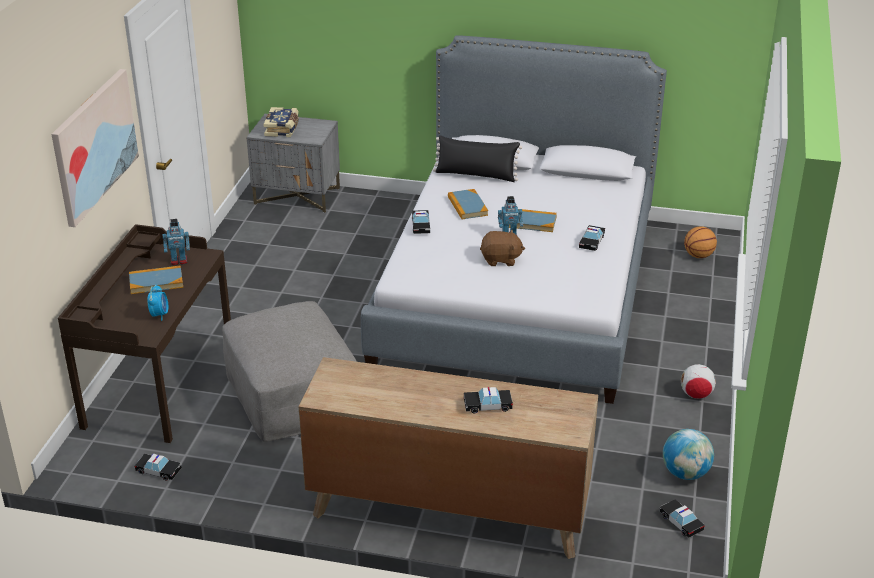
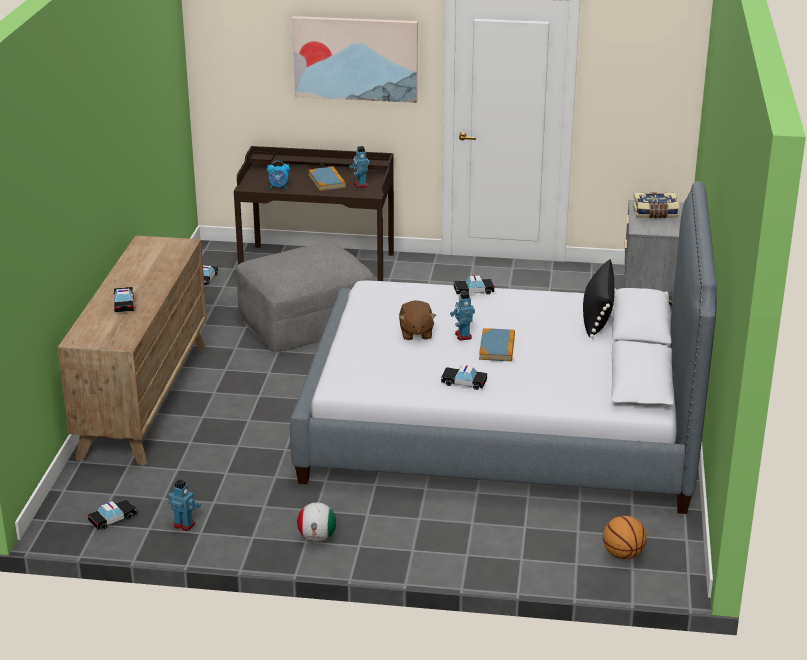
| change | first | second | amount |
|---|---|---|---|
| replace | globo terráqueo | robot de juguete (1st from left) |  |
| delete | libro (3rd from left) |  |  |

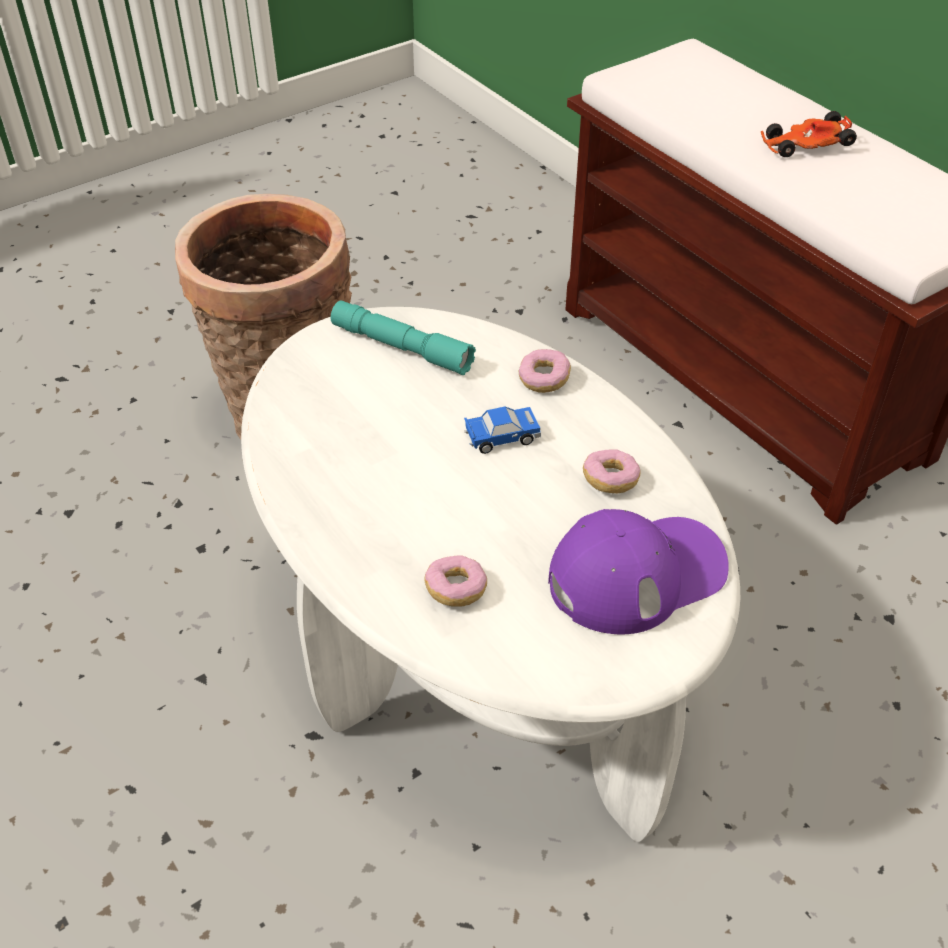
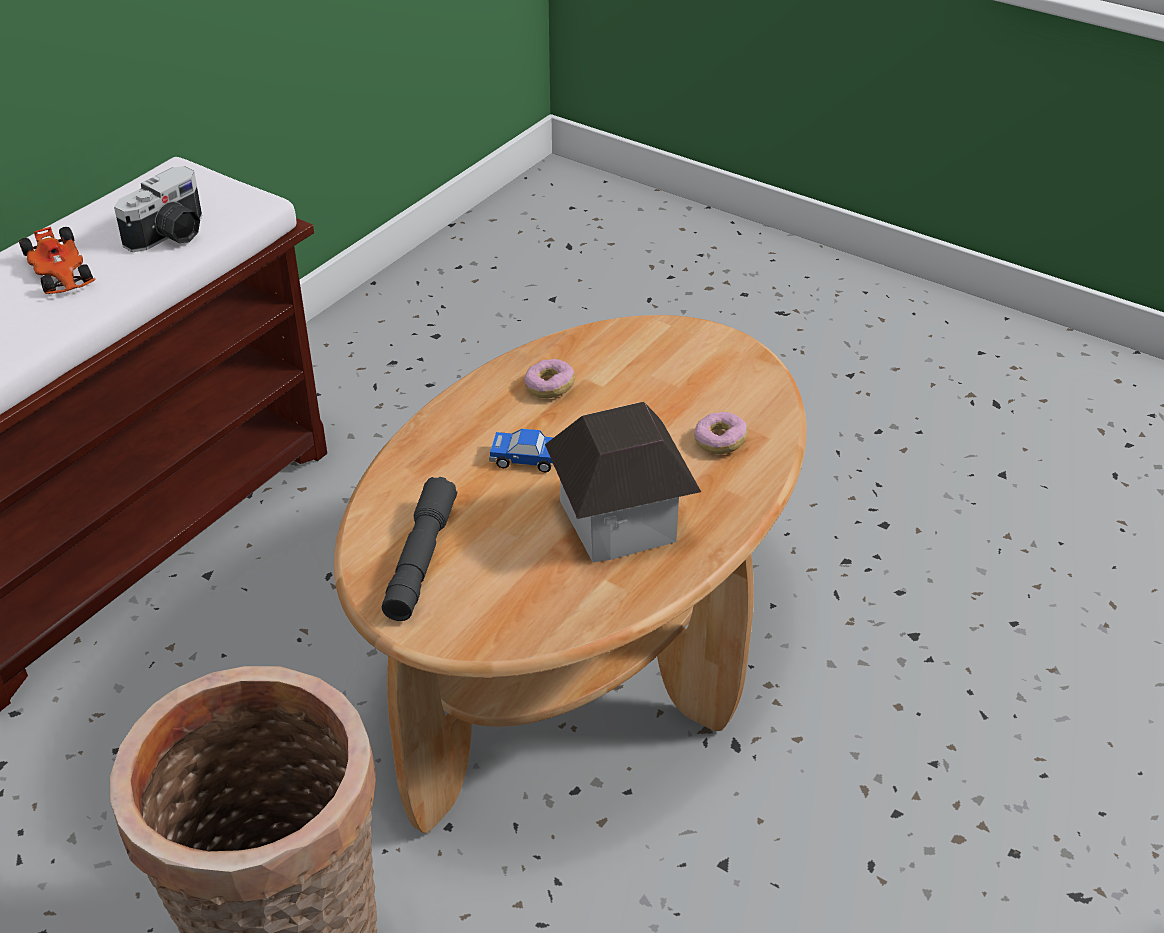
| change | first | second | amount |
|---|---|---|---|
| insert |  | cámara |  |
| recolor | mesa de centro (blanco) | mesa de centro (marrón) |  |
| recolor | linterna (turquesa) | linterna (gris) |  |
| rotate | coche de juguete (1st from left in the first image) | coche de juguete (2nd from left) | 45 degrees counterclockwise |
| insert |  | casita |  |
| delete | rosquilla (2nd from left) |  |  |
| delete | gorra (morado) |  |  |

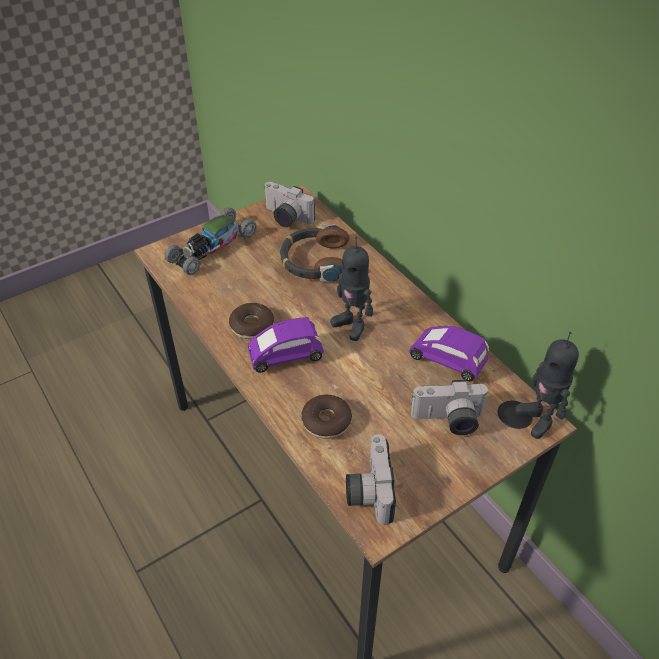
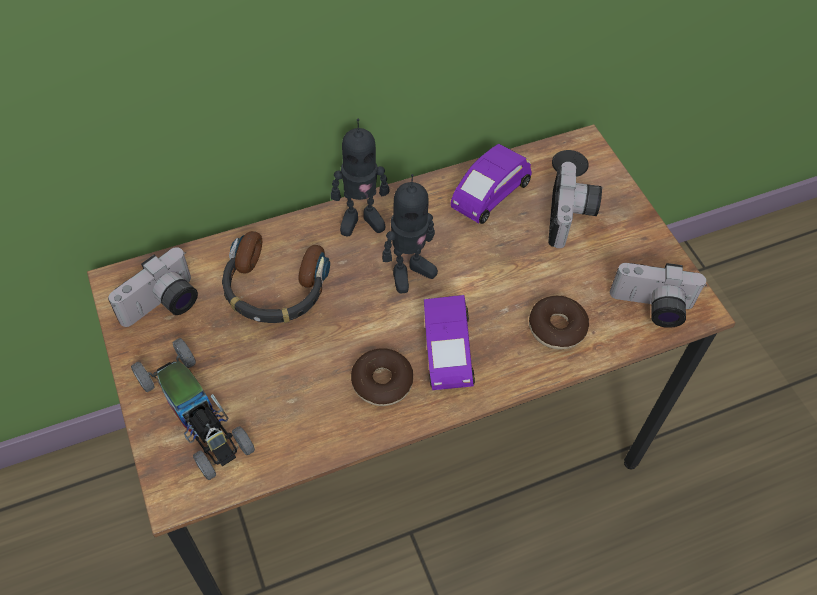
| change | first | second | amount |
|---|---|---|---|
| move | robot de juguete (2nd from left in the first image) | robot de juguete (1st from left) |  |

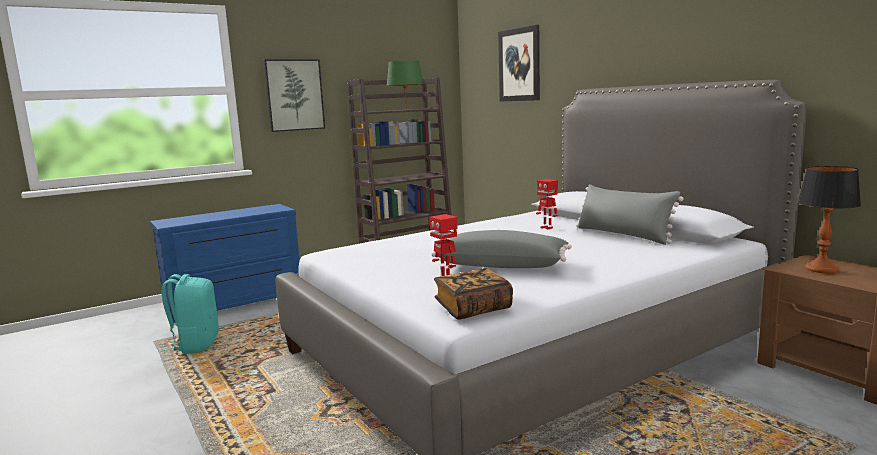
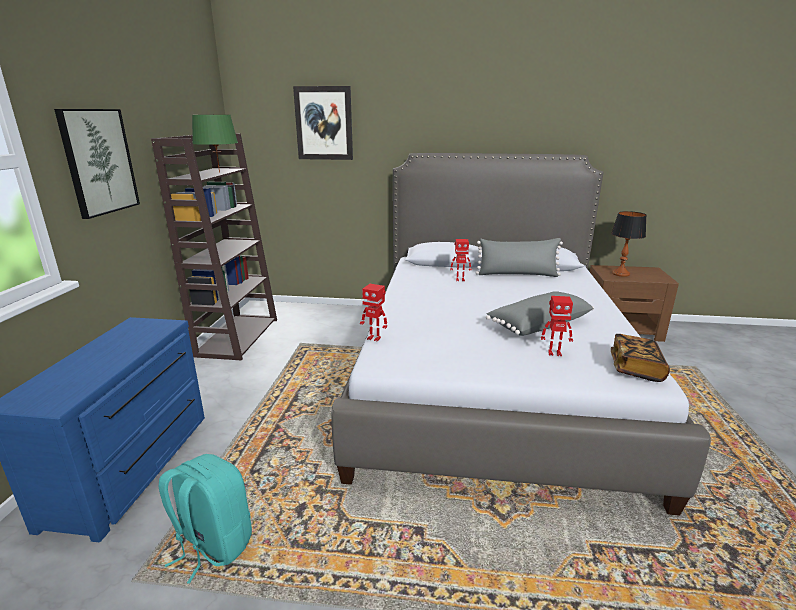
| change | first | second | amount |
|---|---|---|---|
| insert |  | robot de juguete (1st from left) |  |

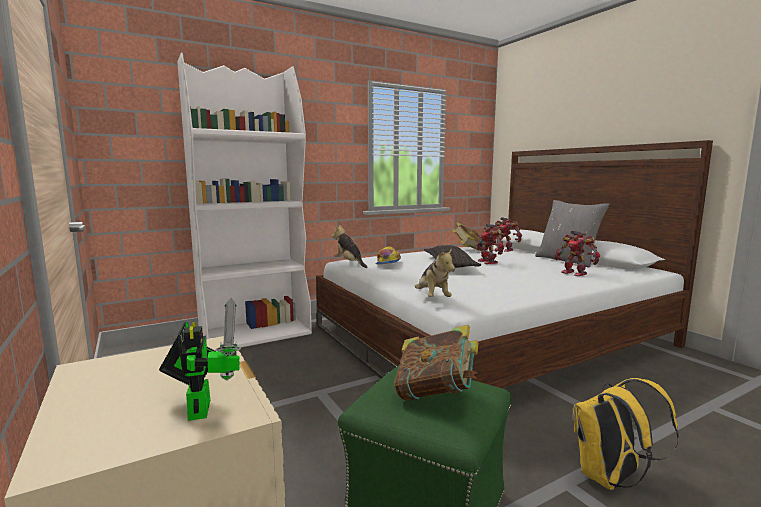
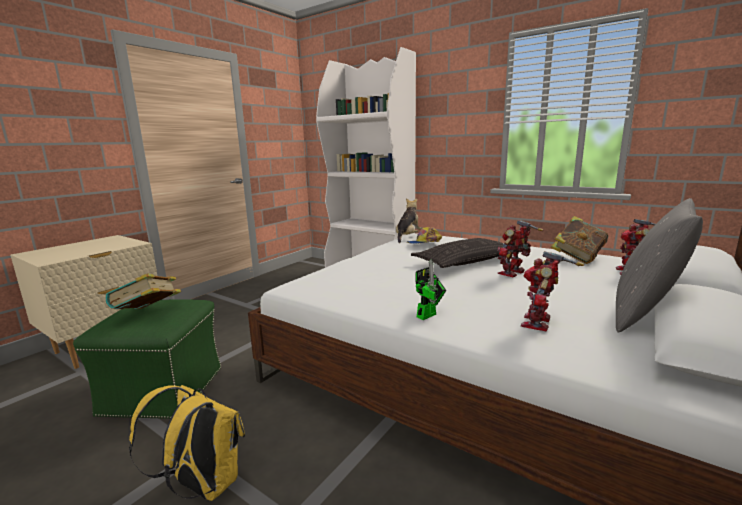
| change | first | second | amount |
|---|---|---|---|
| move | robot de juguete (1st from left) |  |  |
| delete | peluche (2nd from left) |  |  |

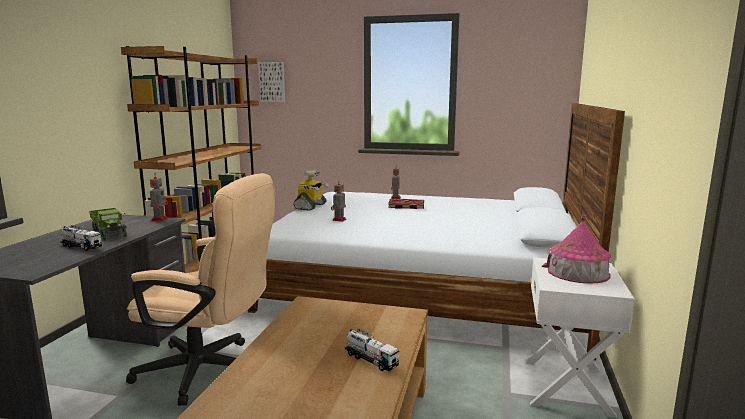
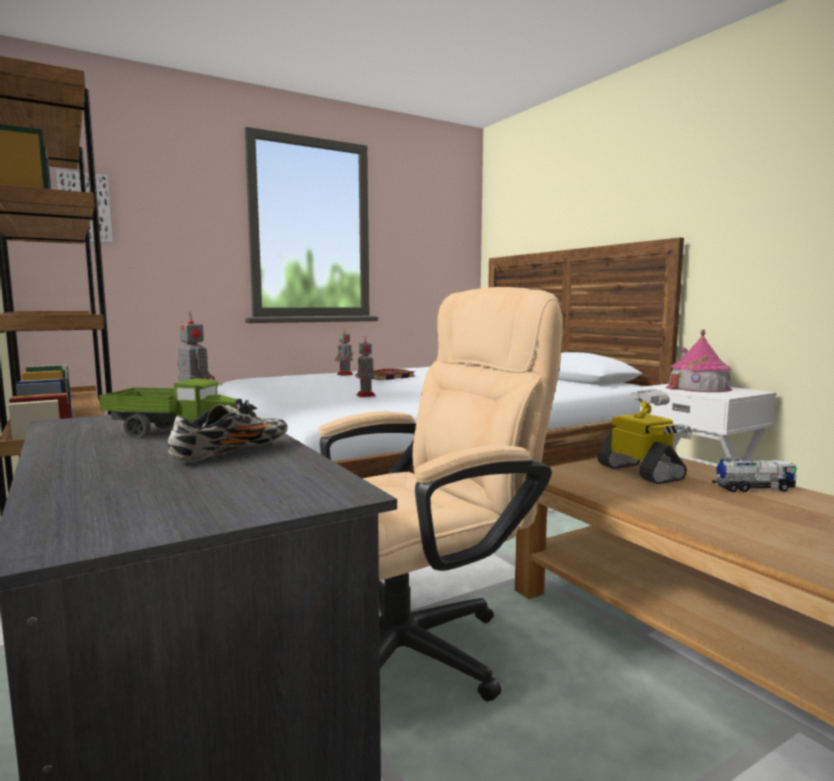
| change | first | second | amount |
|---|---|---|---|
| replace | camión de juguete (1st from left) | zapato |  |
| move | robot de juguete (2nd from left in the first image) | robot de juguete (4th from left) |  |

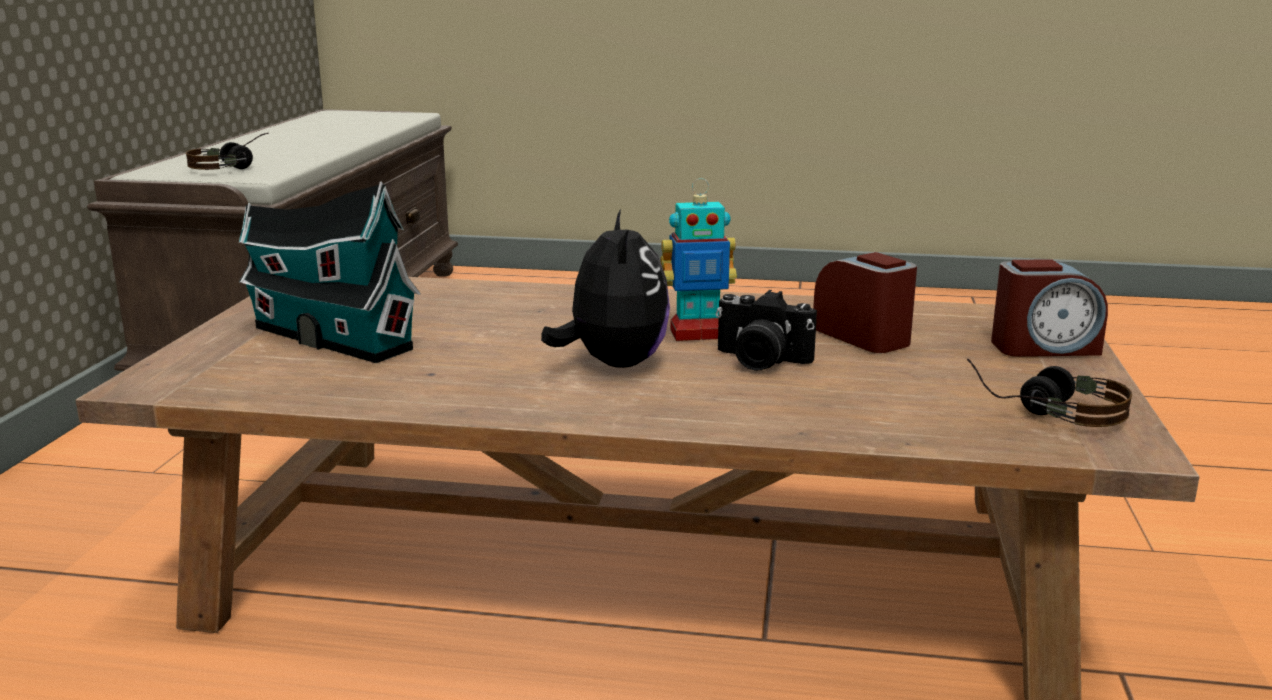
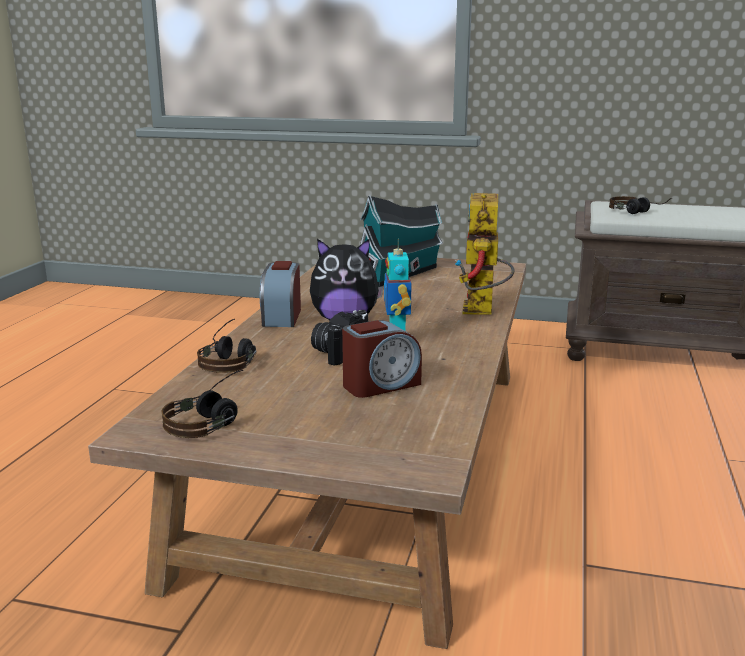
| change | first | second | amount |
|---|---|---|---|
| insert |  | auriculares (2nd from left) |  |
| move | despertador (2nd from left in the first image) | despertador (1st from left) |  |
| insert |  | robot de juguete (2nd from left) |  |

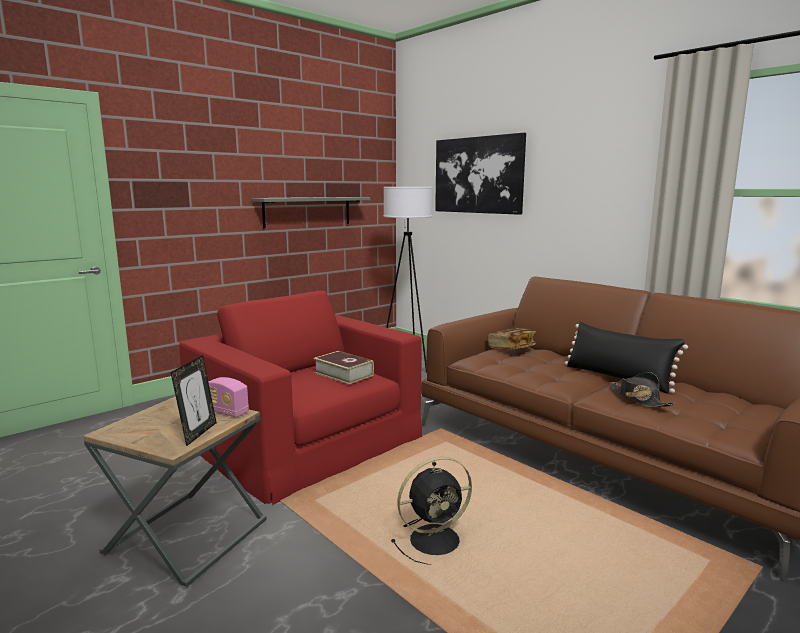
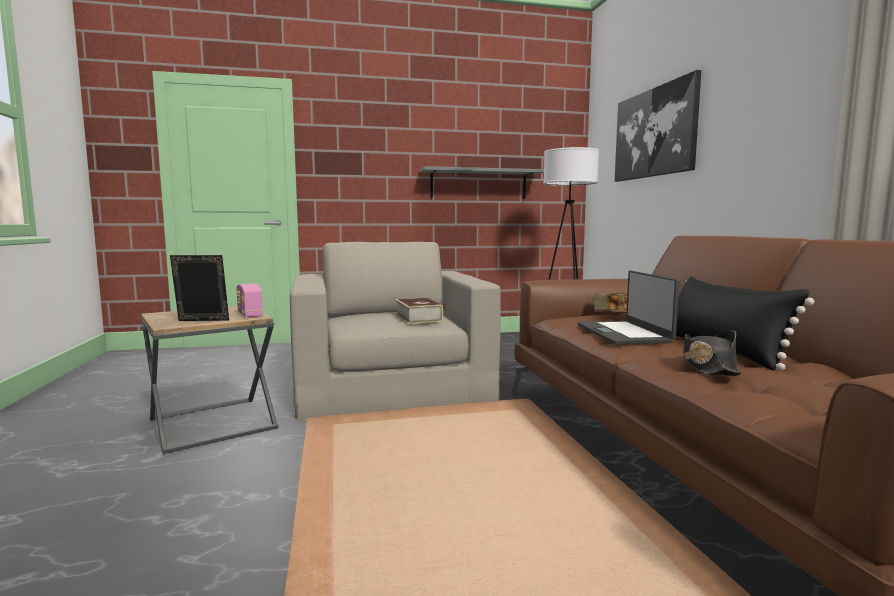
| change | first | second | amount |
|---|---|---|---|
| rotate | portarretratos |  | 135 degrees counterclockwise |
| recolor | sillón (rojo) | sillón (beis) |  |
| insert |  | portátil |  |
| delete | ventilador (negro) |  |  |

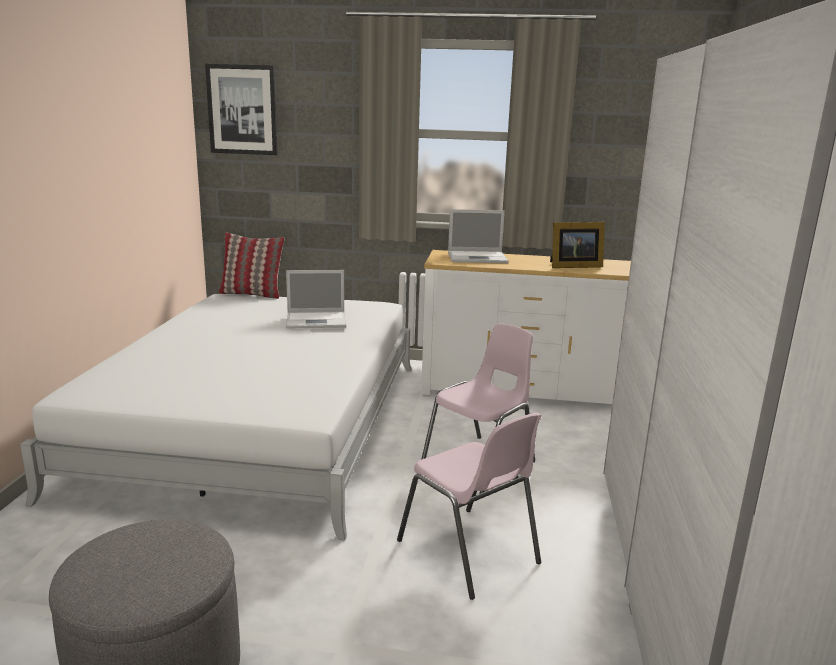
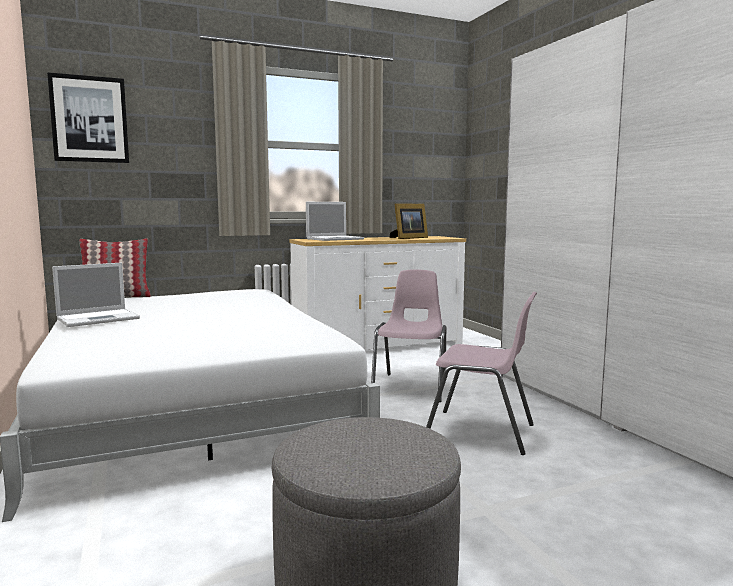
| change | first | second | amount |
|---|---|---|---|
| move | portátil (1st from left) |  |  |

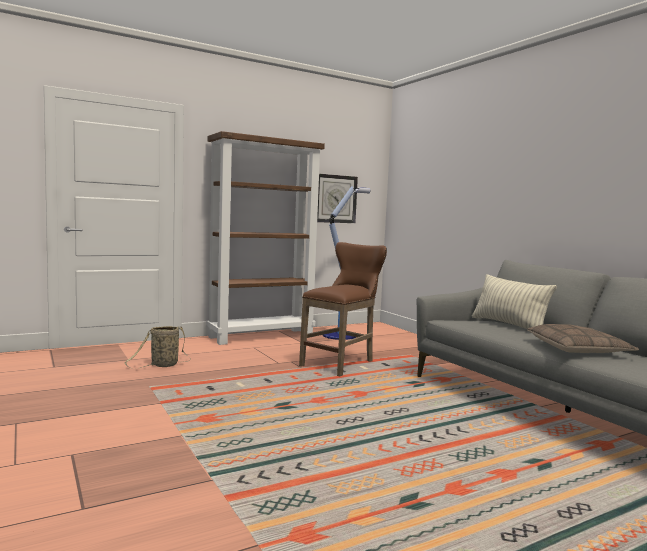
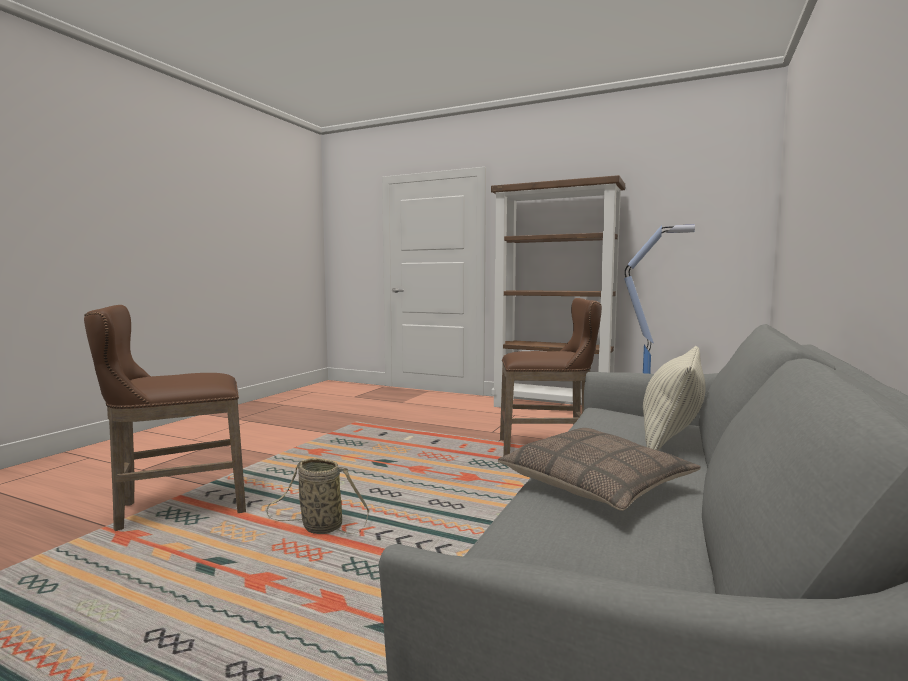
| change | first | second | amount |
|---|---|---|---|
| insert |  | taburete (marrón) (1st from left) |  |
| move | cesta |  |  |
| delete | reloj de pared |  |  |

